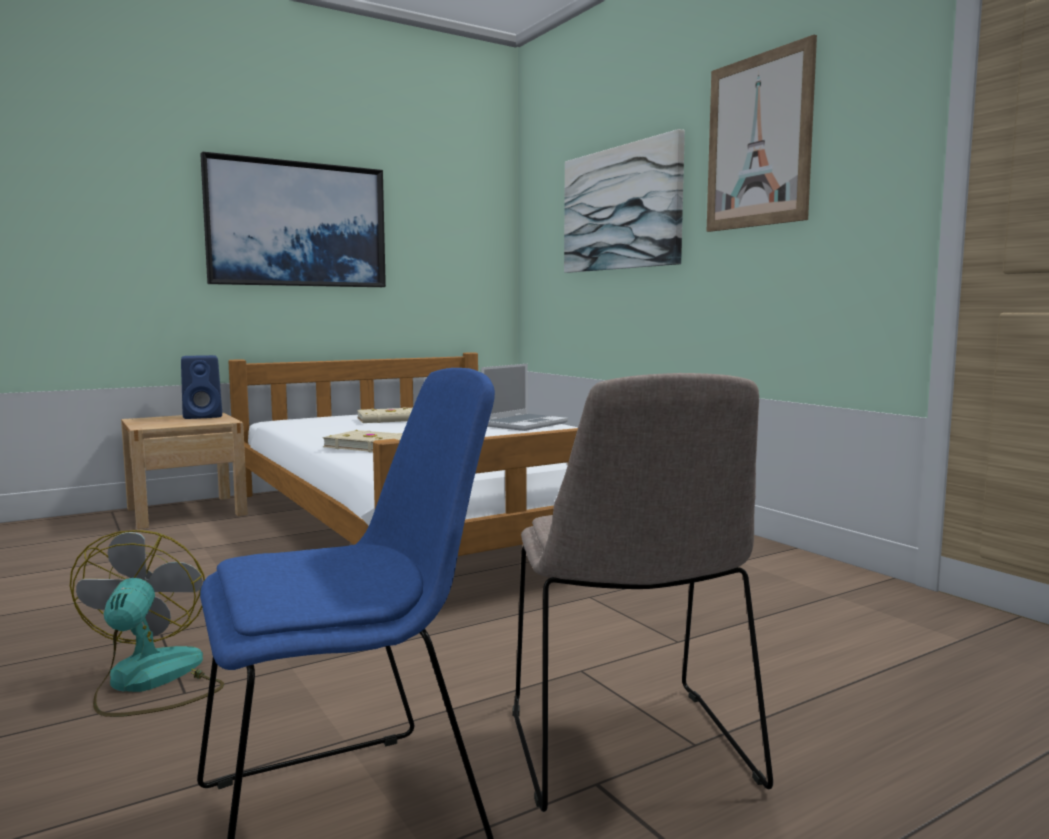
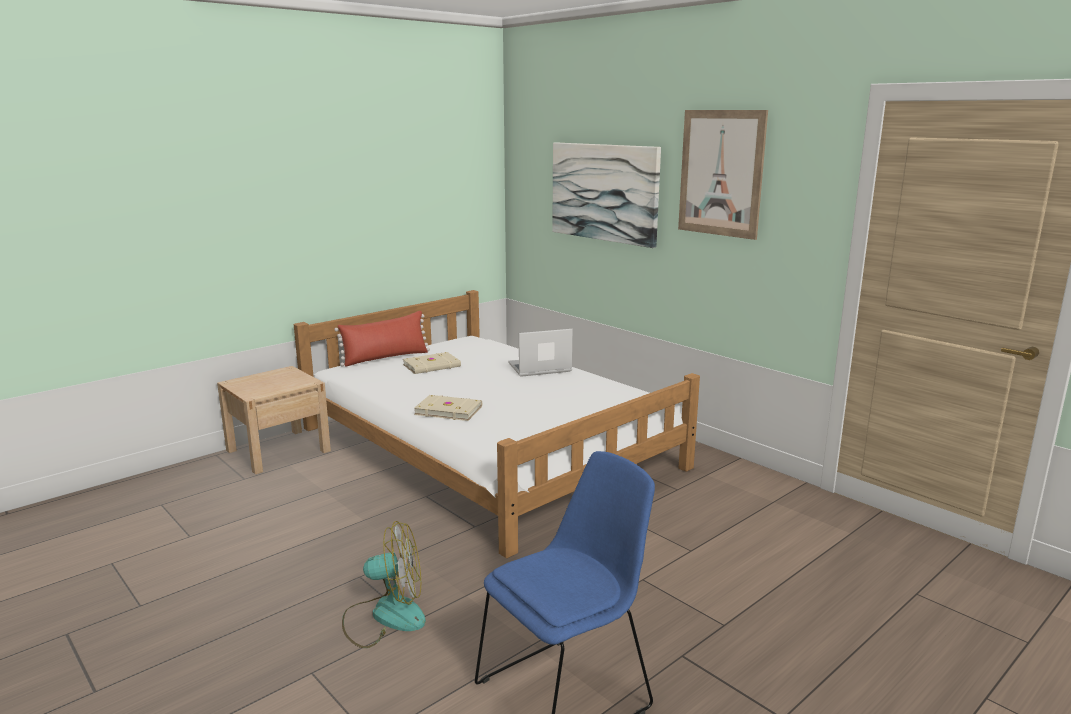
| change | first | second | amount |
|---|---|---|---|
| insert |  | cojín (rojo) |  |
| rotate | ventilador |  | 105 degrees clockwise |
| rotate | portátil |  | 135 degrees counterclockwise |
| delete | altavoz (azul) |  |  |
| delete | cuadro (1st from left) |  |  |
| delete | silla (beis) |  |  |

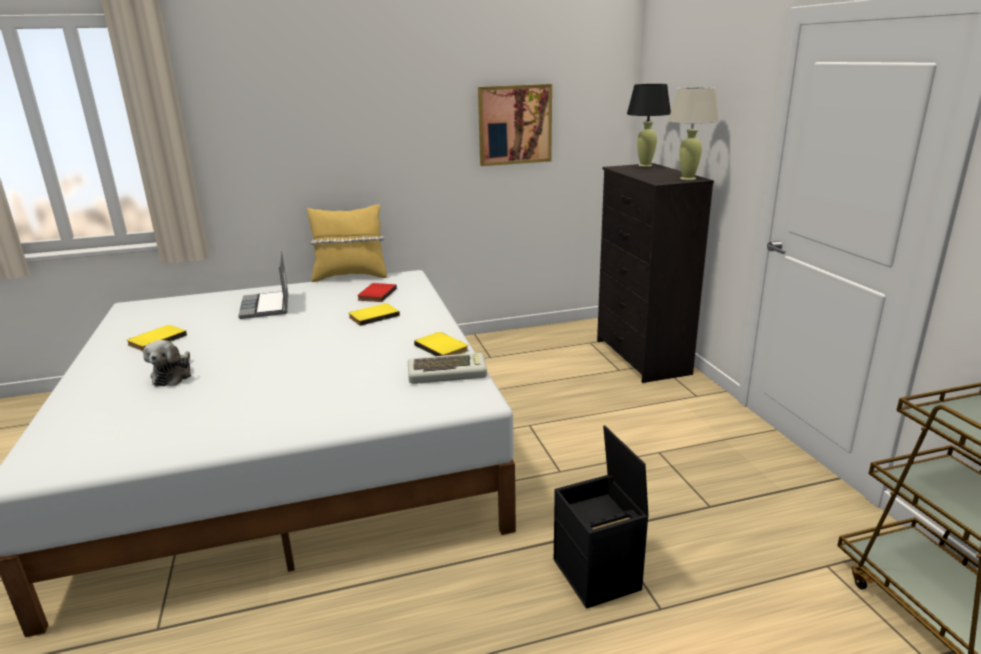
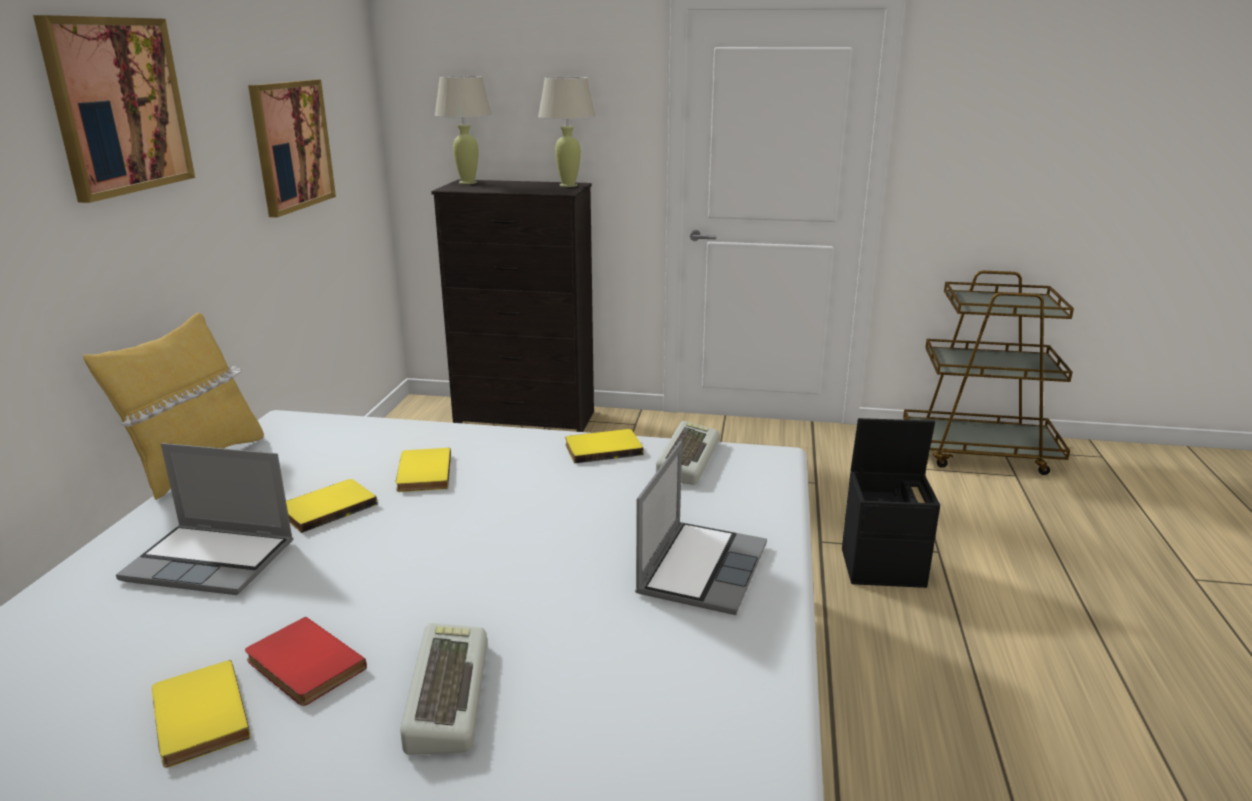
| change | first | second | amount |
|---|---|---|---|
| insert |  | cuadro (1st from left) |  |
| move | libro (rojo) |  |  |
| insert |  | libro (amarillo) (2nd from left) |  |
| replace | peluche | teclado (1st from left) |  |
| recolor | lámpara de mesa (negro) | lámpara de mesa (beis) (1st from left) |  |
| insert |  | portátil (2nd from left) |  |

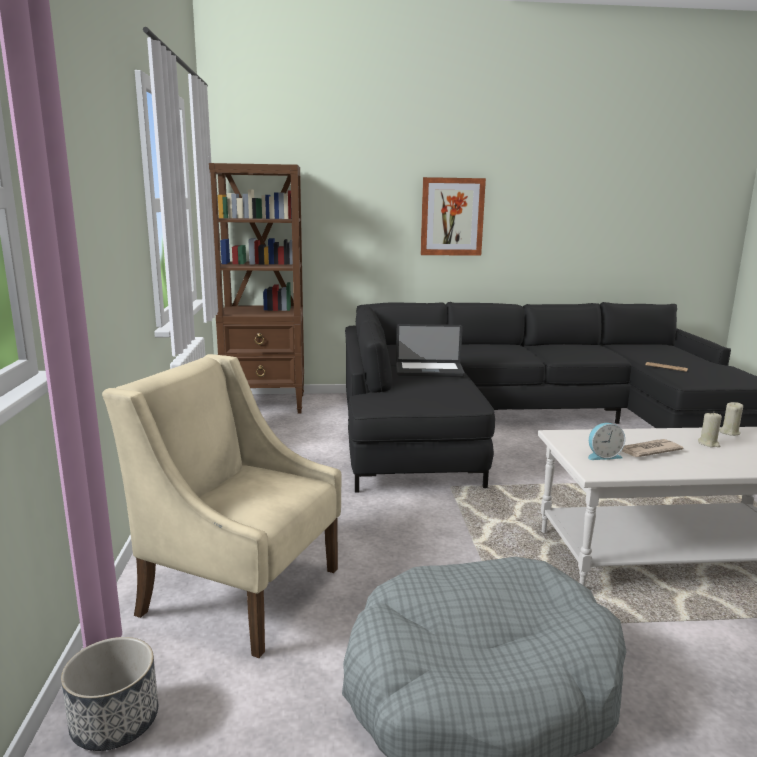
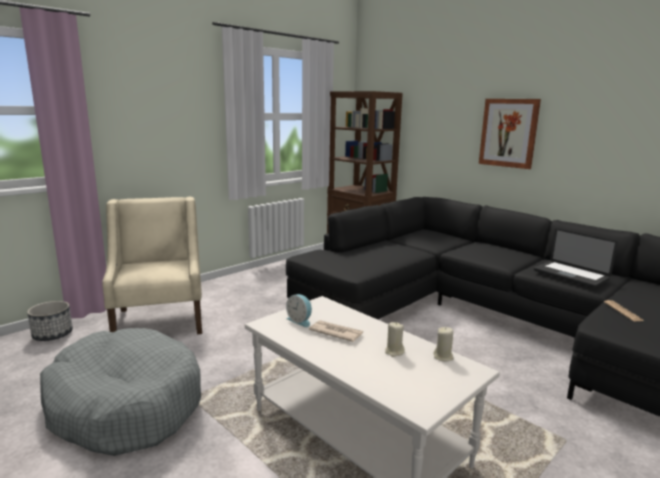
| change | first | second | amount |
|---|---|---|---|
| move | portátil |  |  |

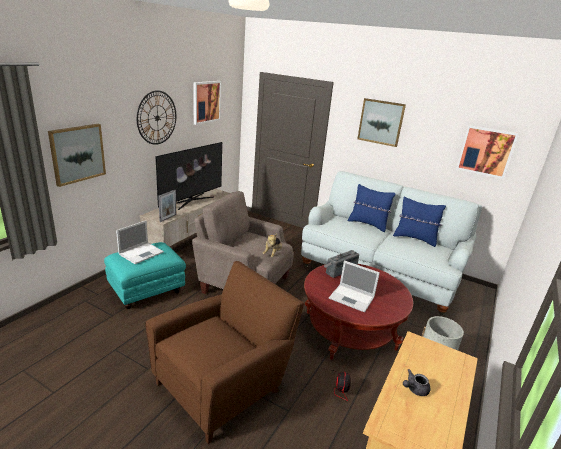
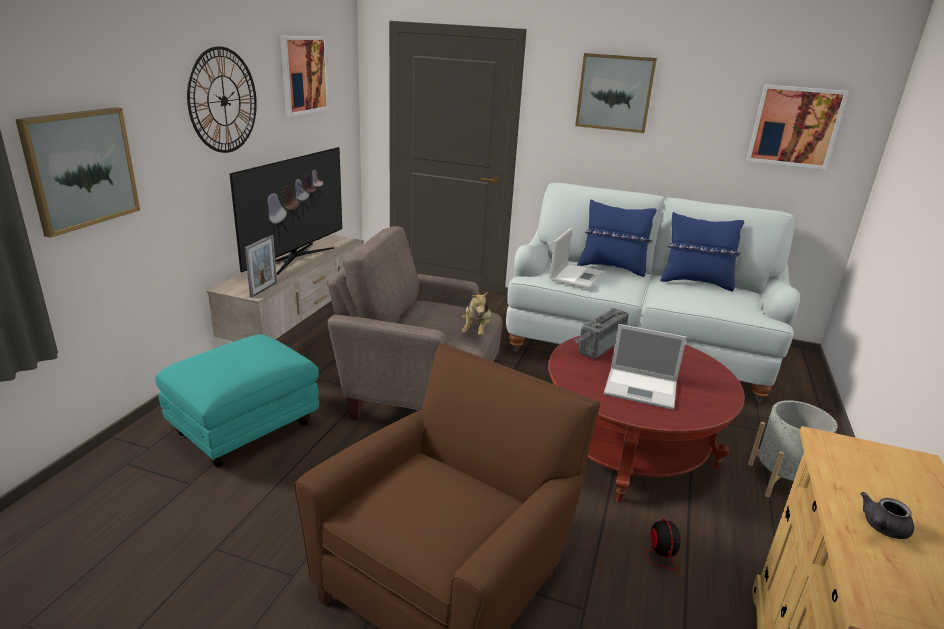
| change | first | second | amount |
|---|---|---|---|
| move | portátil (1st from left) |  |  |

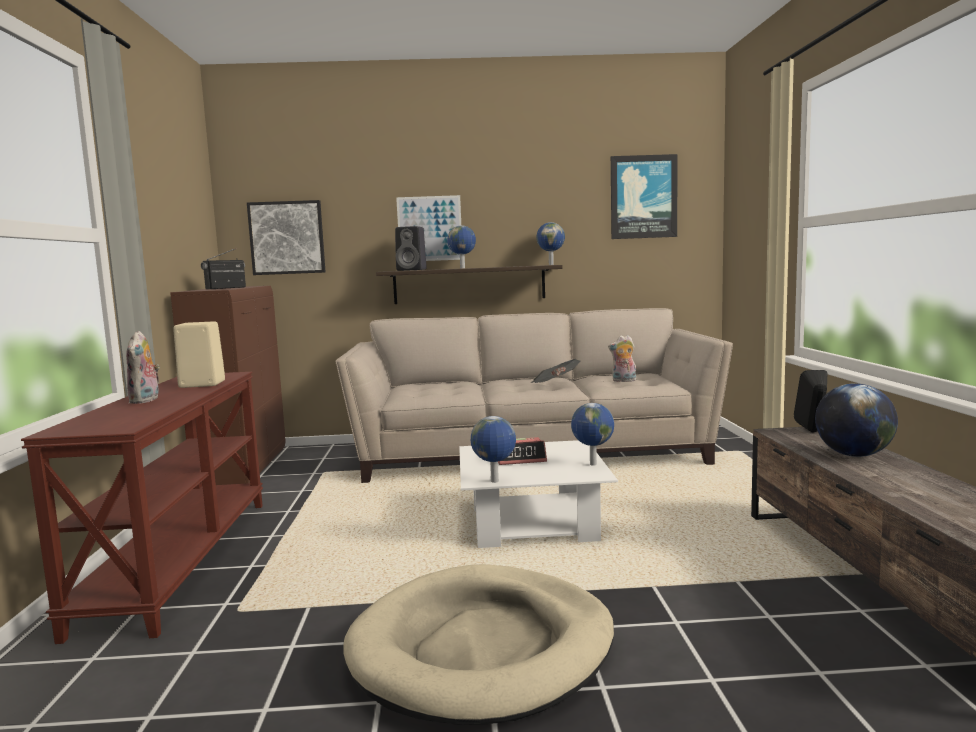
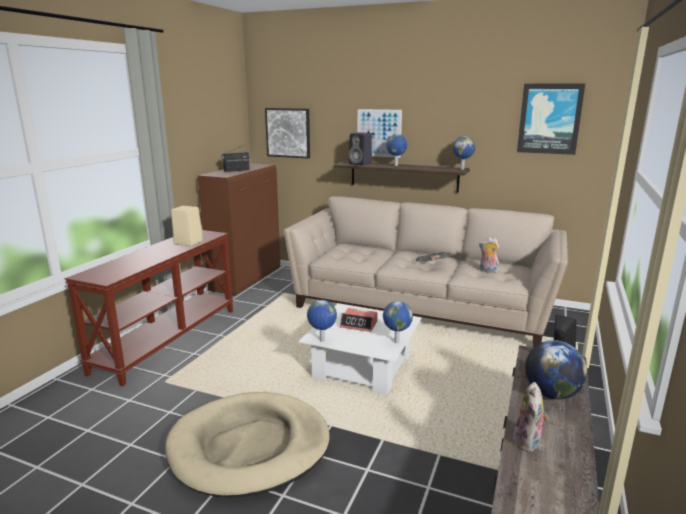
| change | first | second | amount |
|---|---|---|---|
| move | peluche (1st from left in the first image) | peluche (2nd from left) |  |

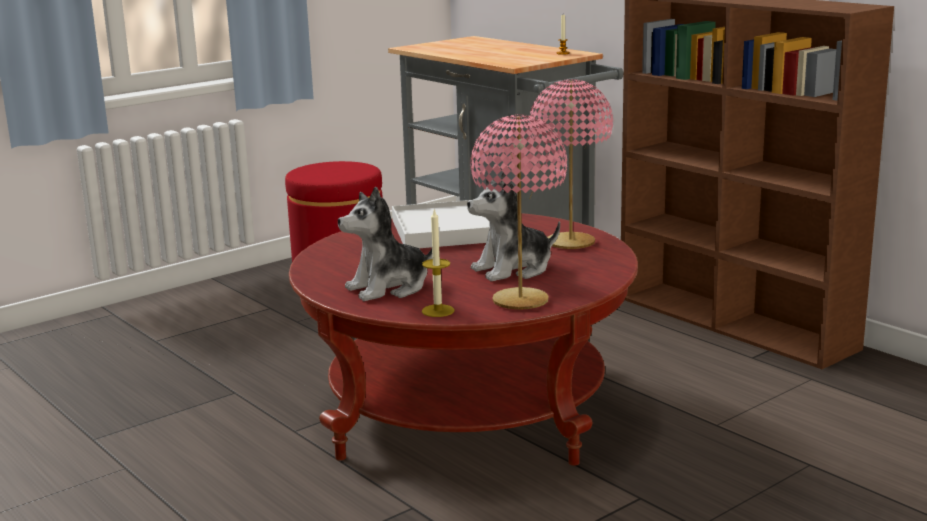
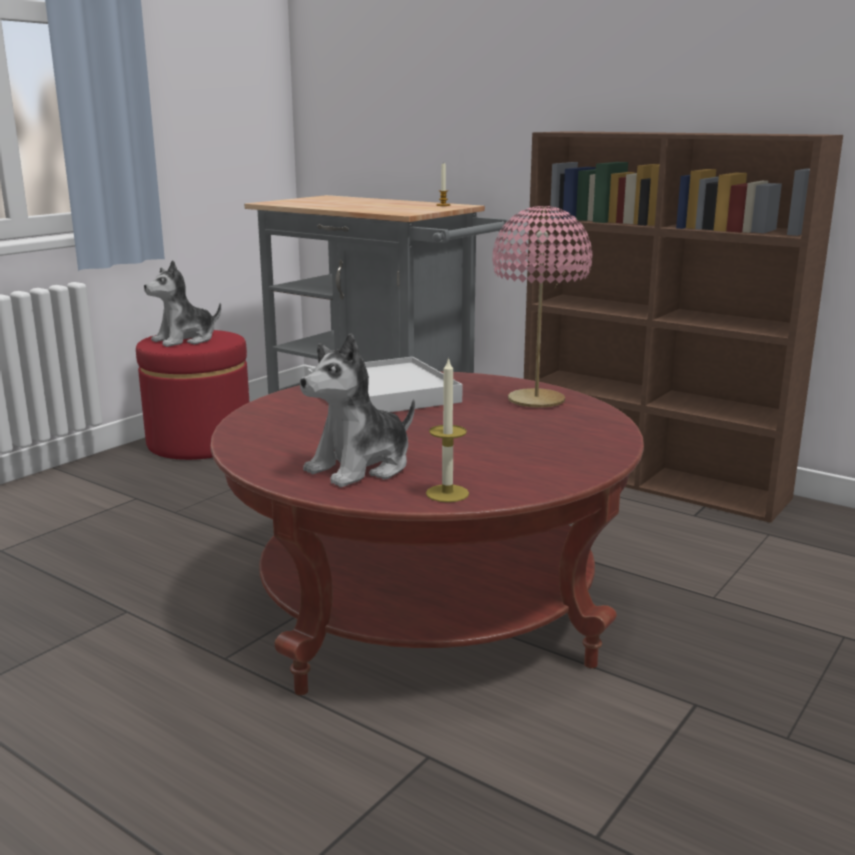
| change | first | second | amount |
|---|---|---|---|
| move | peluche (2nd from left in the first image) | peluche (1st from left) |  |
| delete | lámpara de mesa (rosa) (1st from left) |  |  |

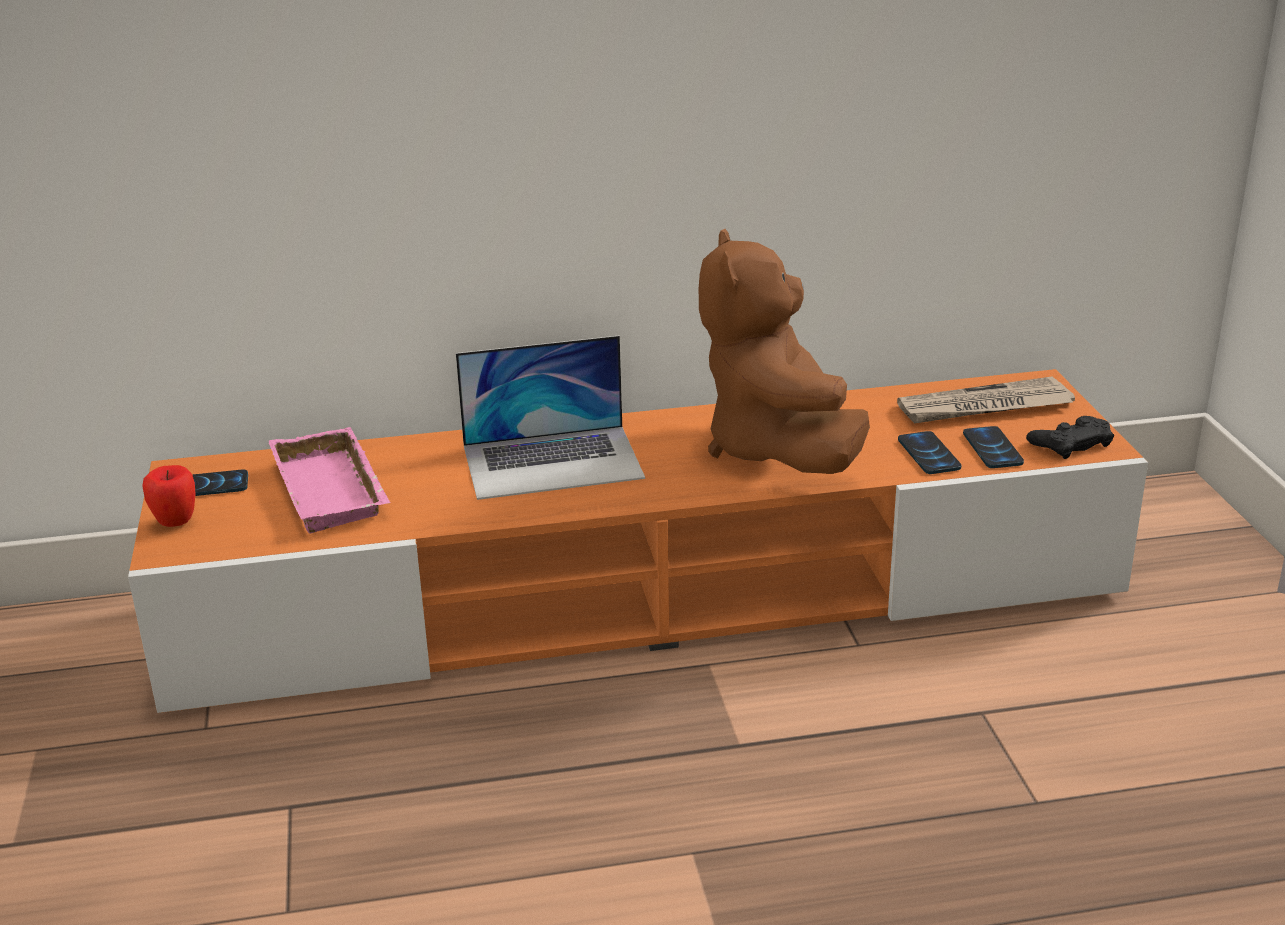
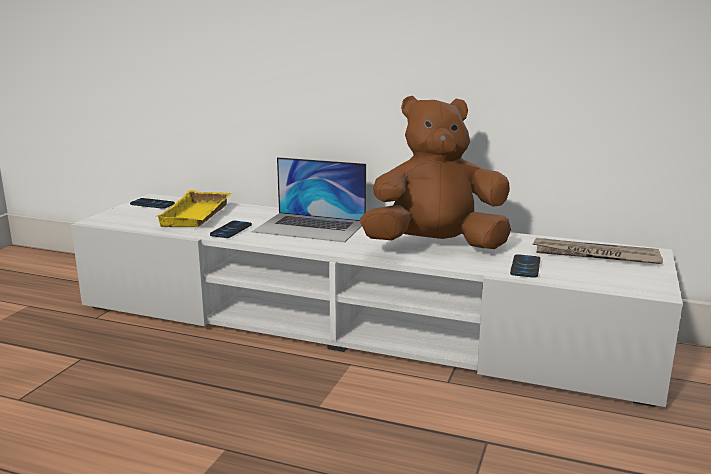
| change | first | second | amount |
|---|---|---|---|
| recolor | mueble de televisión (naranja) | mueble de televisión (blanco) |  |
| recolor | bandeja (rosa) | bandeja (amarillo) |  |
| move | móvil (3rd from left in the first image) | móvil (2nd from left) |  |
| rotate | peluche (marrón) |  | 60 degrees clockwise |
| delete | manzana |  |  |
| delete | mando de consola (negro) |  |  |

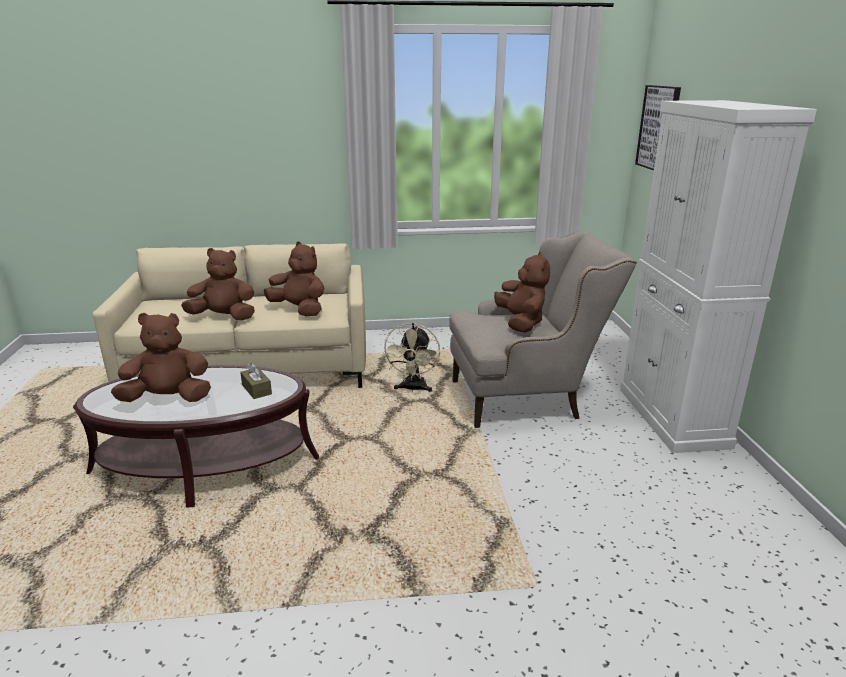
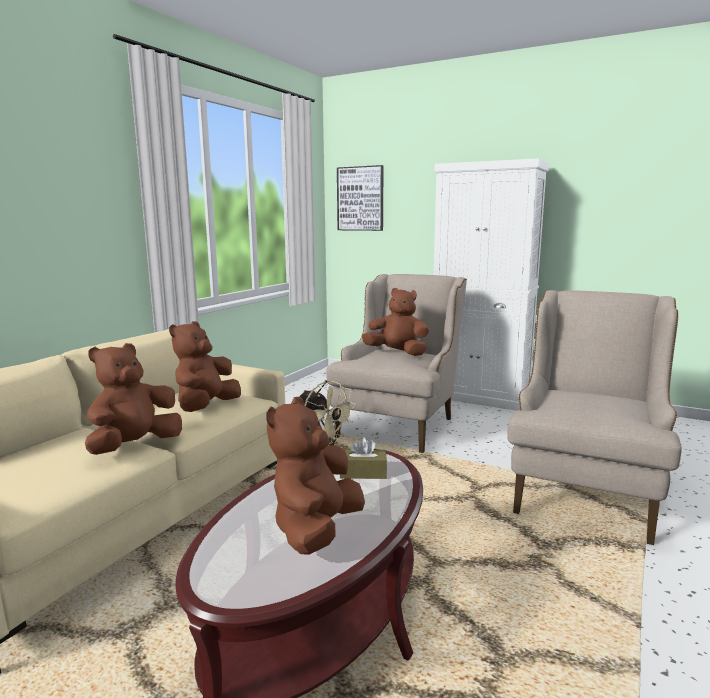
| change | first | second | amount |
|---|---|---|---|
| rotate | peluche (marrón) (3rd from left in the first image) | peluche (marrón) (2nd from left) | 45 degrees counterclockwise |
| insert |  | sillón (beis) (2nd from left) |  |

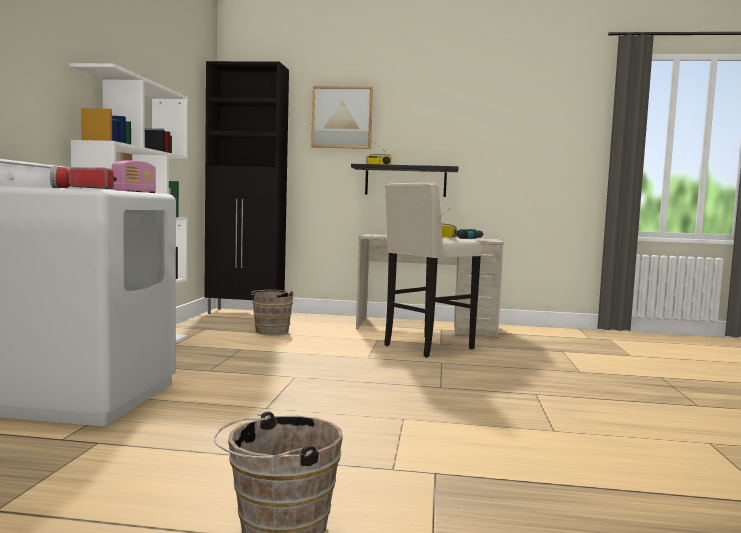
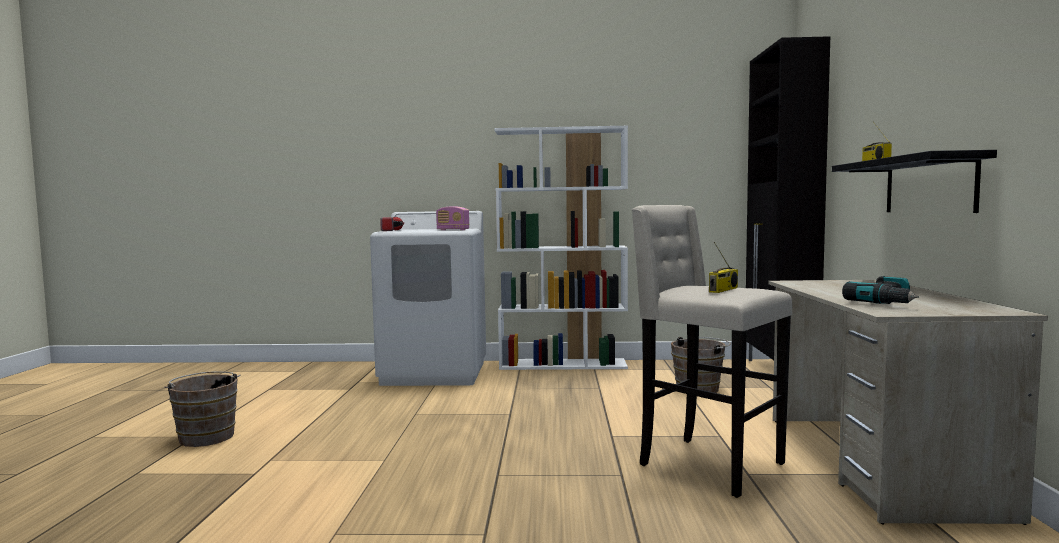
| change | first | second | amount |
|---|---|---|---|
| delete | cuadro |  |  |

